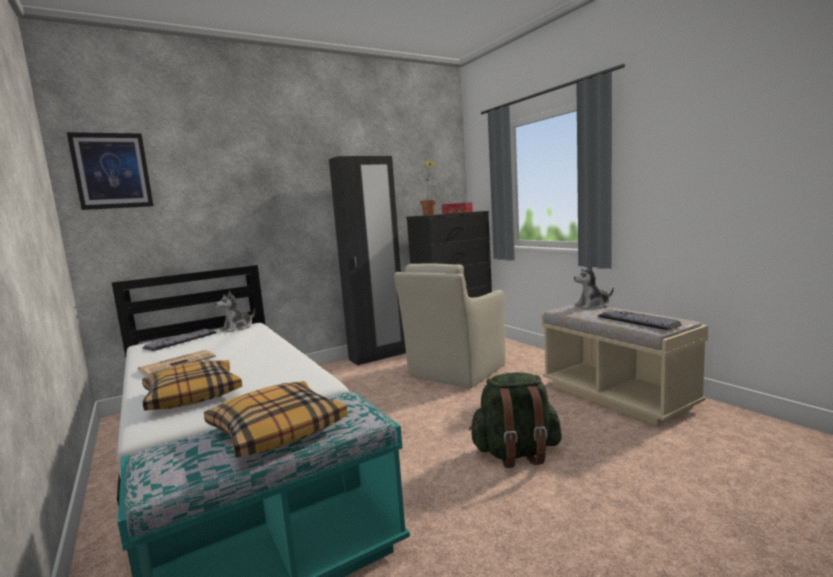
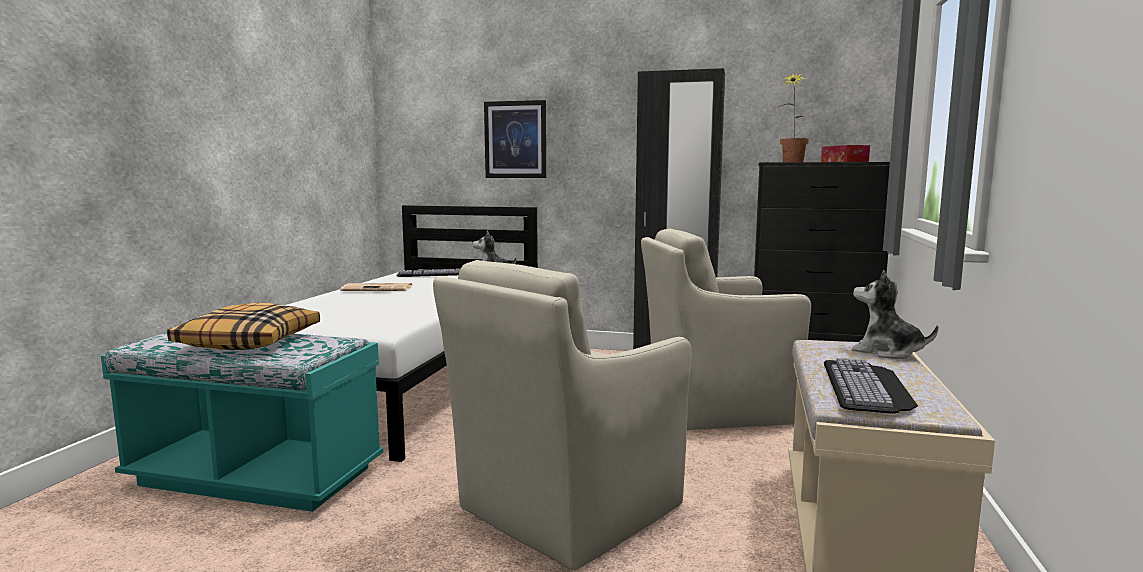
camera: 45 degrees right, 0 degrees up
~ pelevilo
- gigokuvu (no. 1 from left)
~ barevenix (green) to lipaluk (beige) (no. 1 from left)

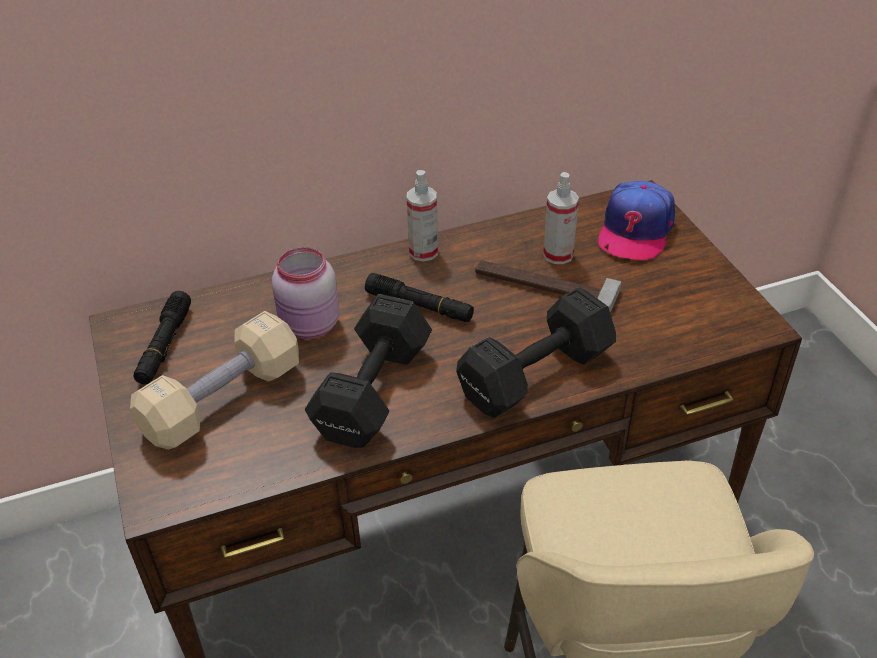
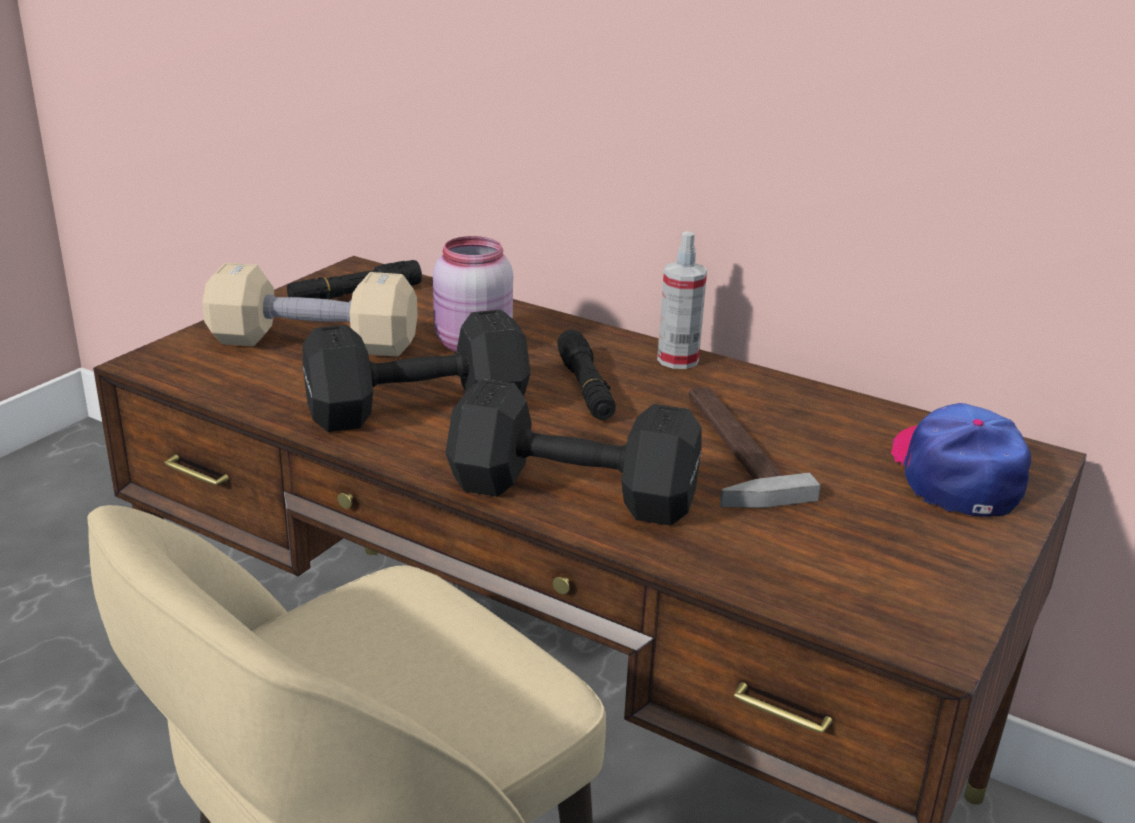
camera: 50 degrees right, 15 degrees down
- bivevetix (no. 2 from left)
~ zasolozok 105 degrees clockwise

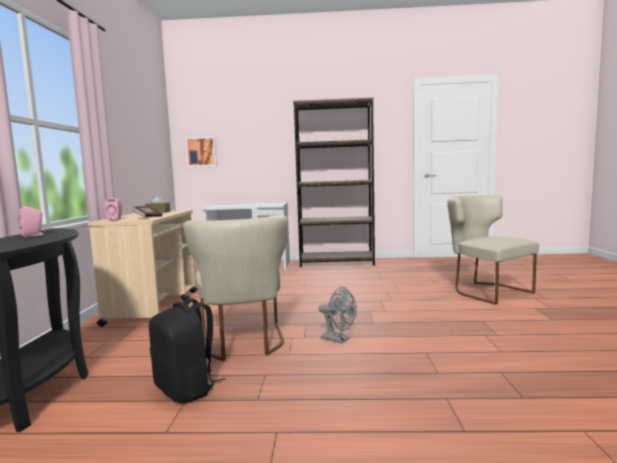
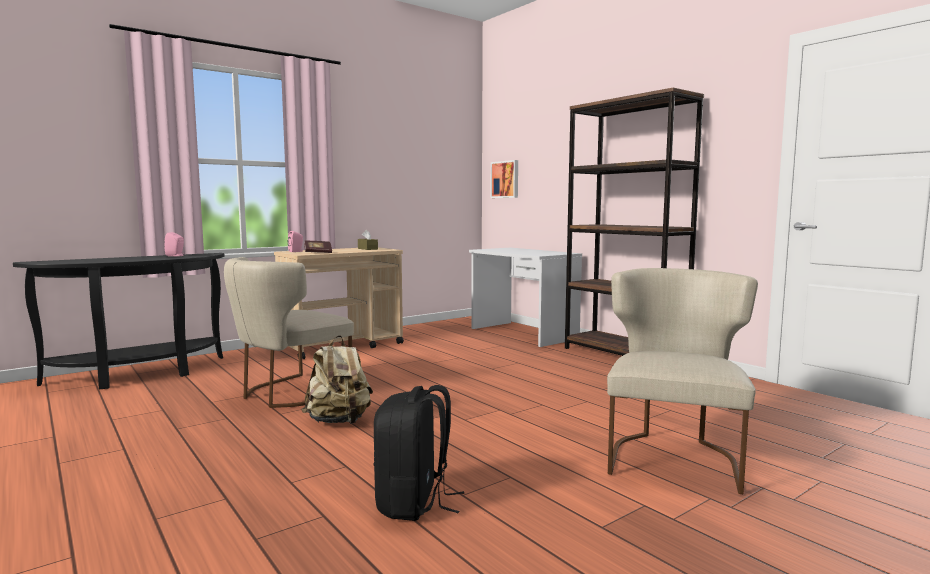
camera: 50 degrees right, 0 degrees up
~ barevenix (black)
~ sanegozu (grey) to barevenix (beige)

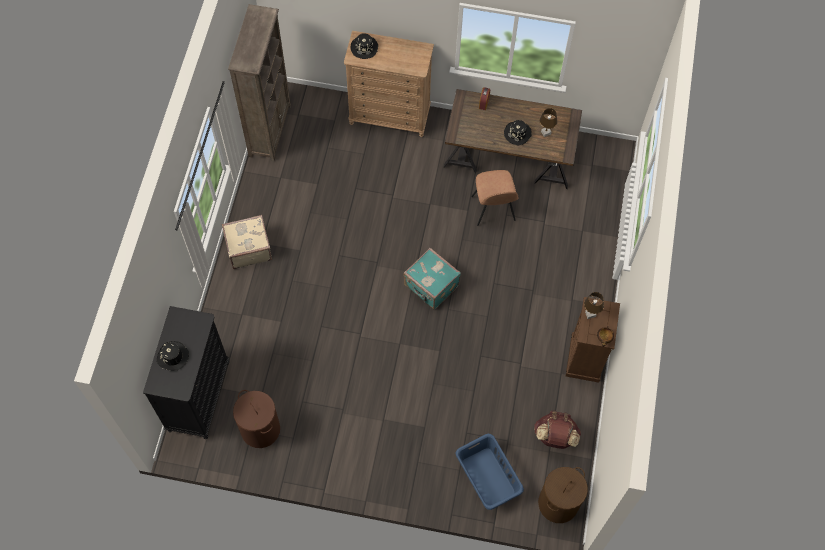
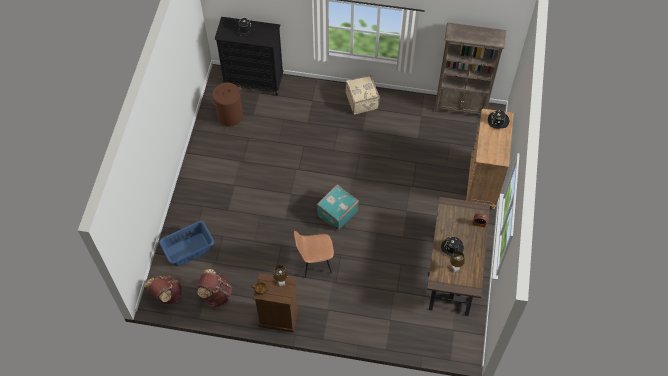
camera: 90 degrees right, 5 degrees down
~ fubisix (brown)
~ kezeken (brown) (no. 2 from left) to barevenix (brown) (no. 1 from left)

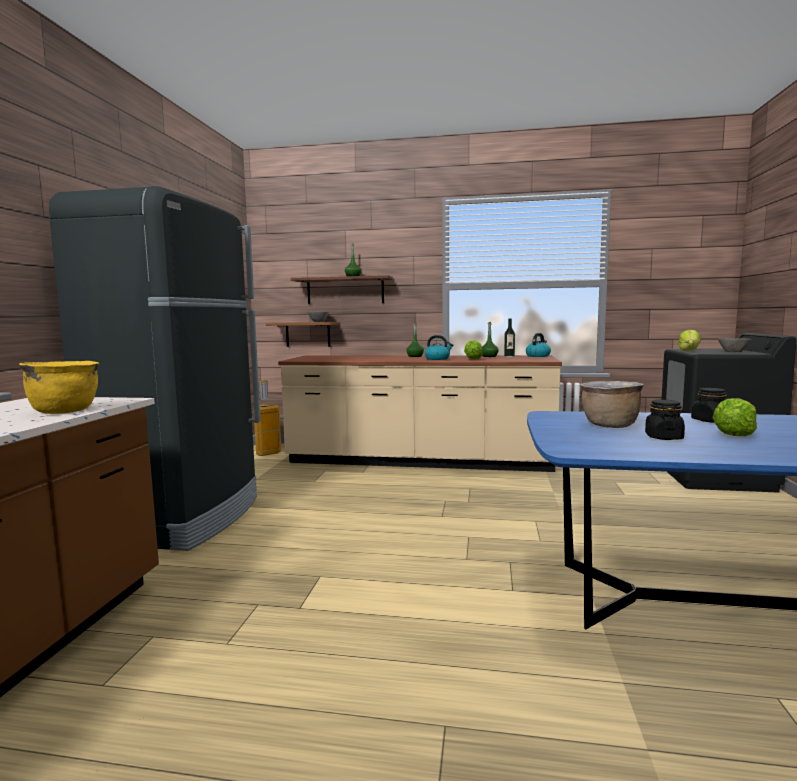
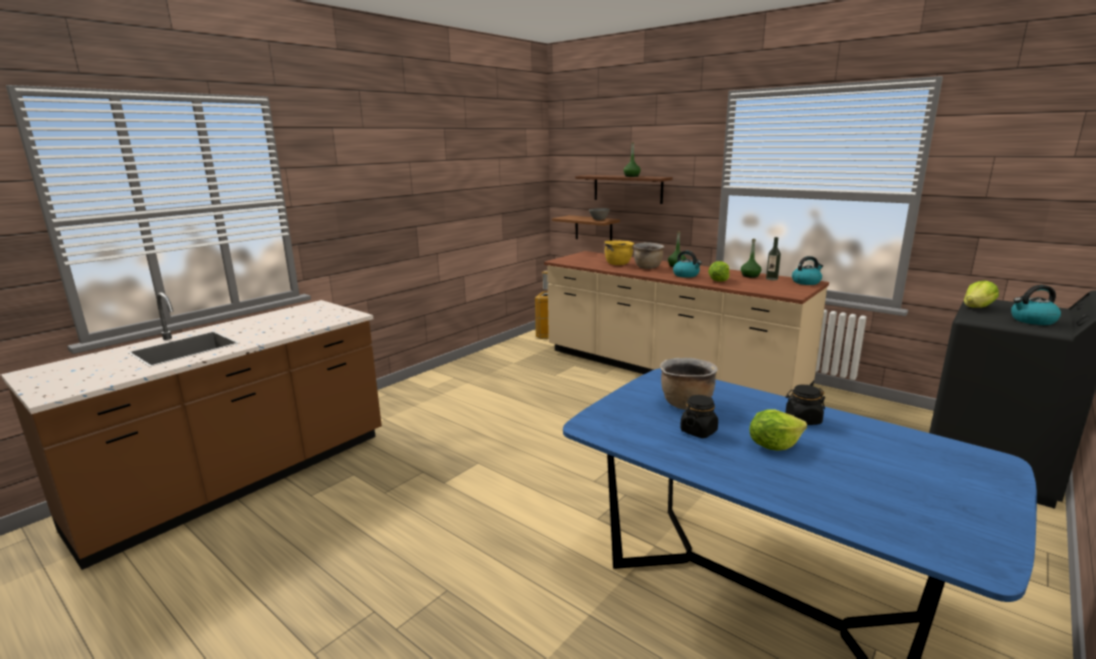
camera: 30 degrees right, 10 degrees up
~ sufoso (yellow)
- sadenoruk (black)
~ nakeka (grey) (no. 2 from left) to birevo (no. 3 from left)
+ sufoso (brown) (no. 1 from left)

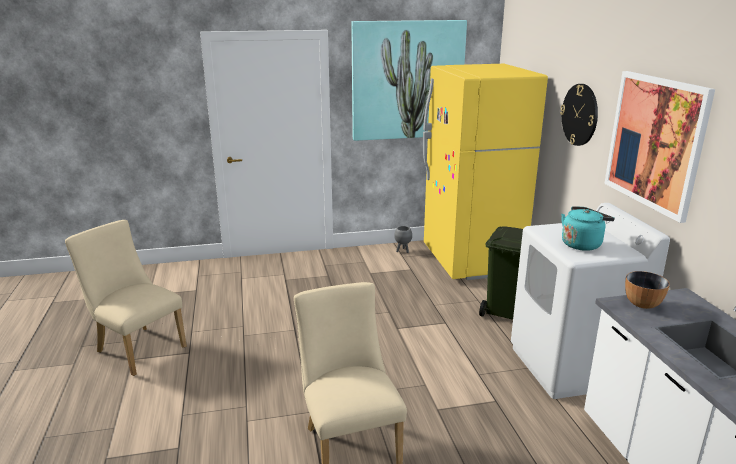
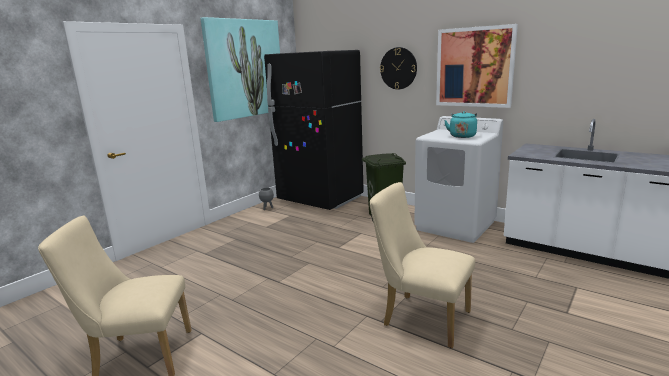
camera: 40 degrees left, 5 degrees down
~ sadenoruk (yellow) to sadenoruk (black)
- nakeka

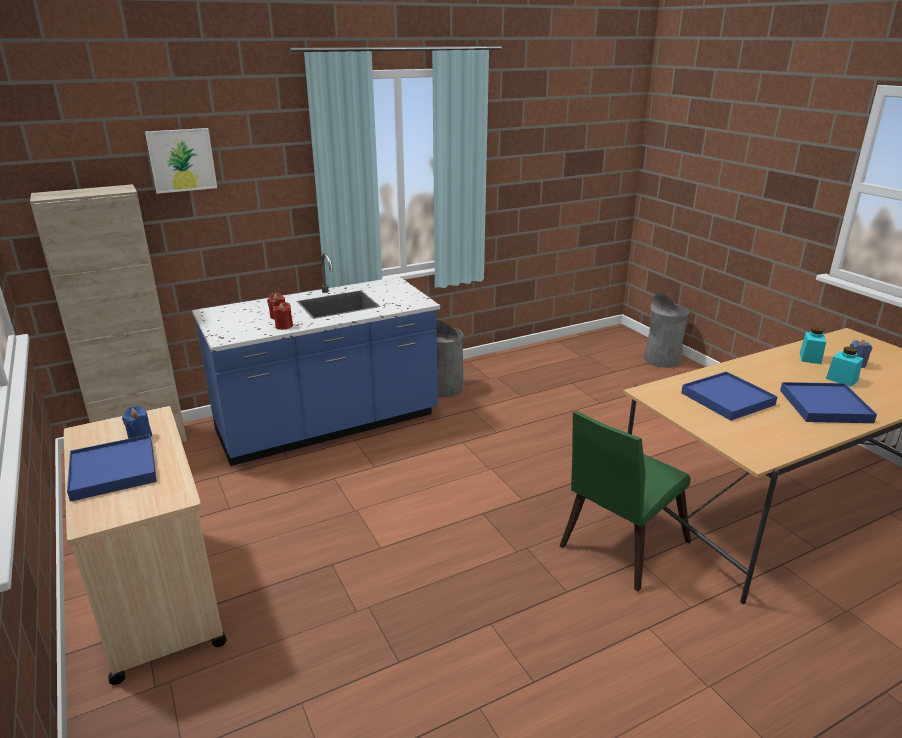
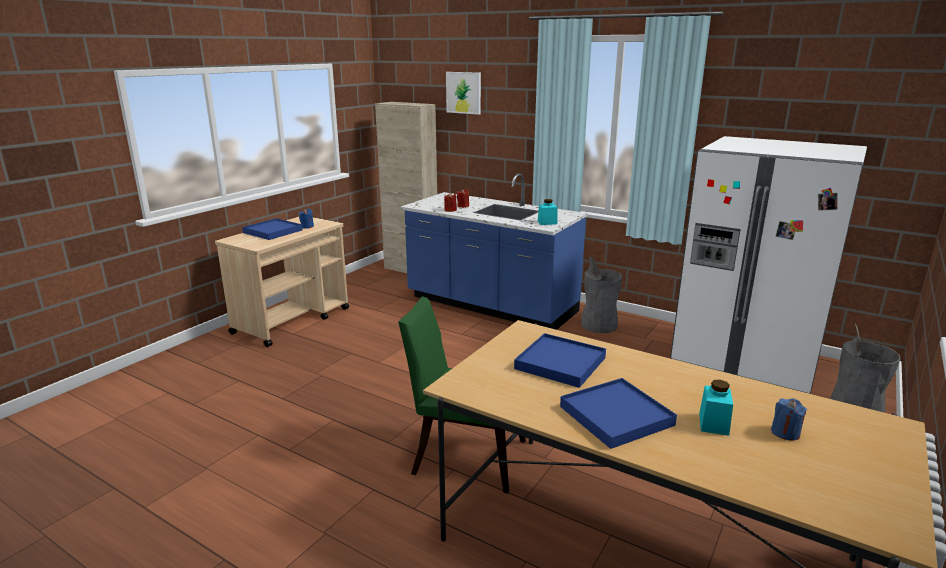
camera: 60 degrees right, 5 degrees down
~ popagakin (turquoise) (no. 1 from left)
+ sadenoruk (white)

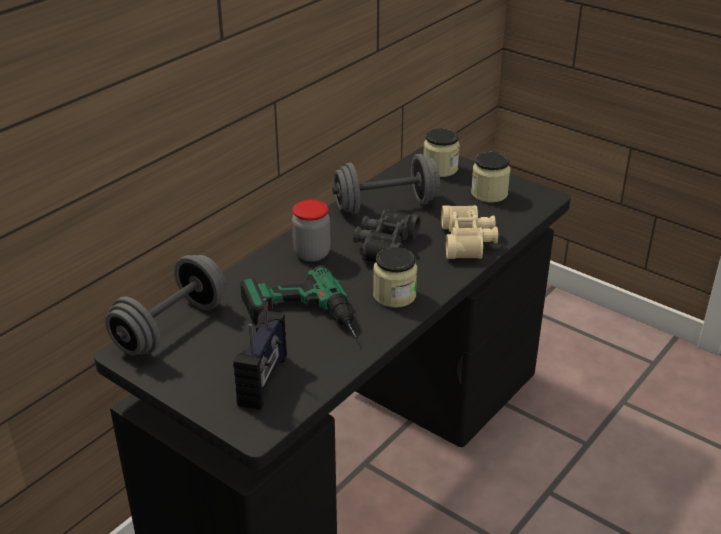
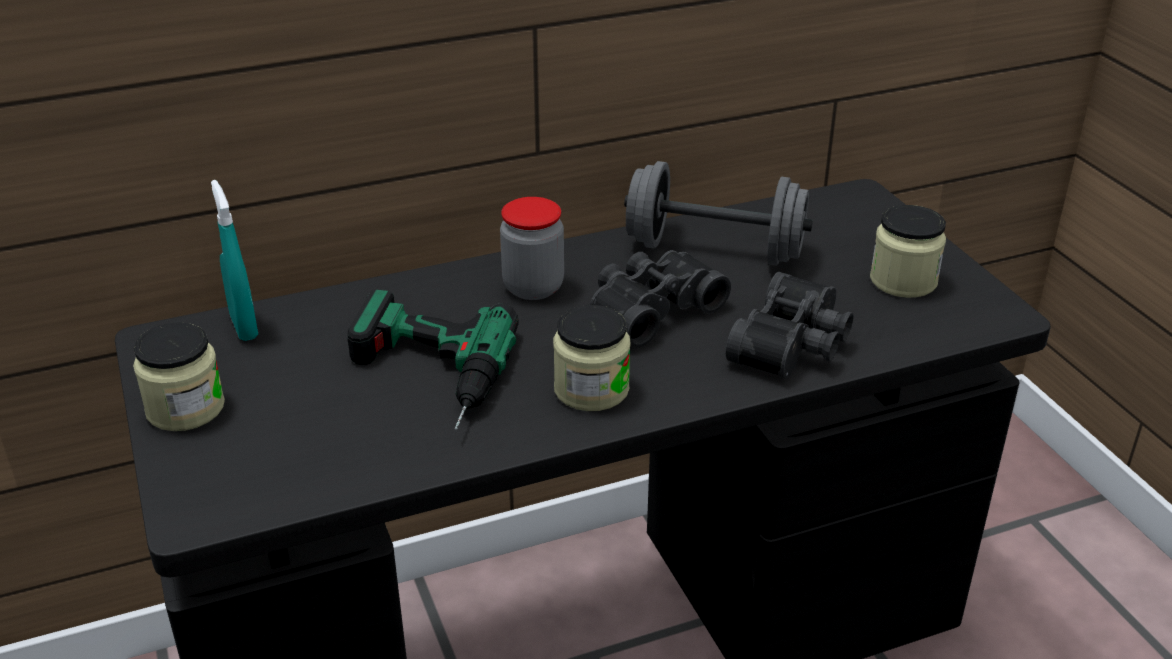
camera: 30 degrees right, 0 degrees up
~ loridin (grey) (no. 1 from left) to bivevetix (turquoise)
- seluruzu
~ popagakin (no. 3 from left in the first image) to popagakin (no. 1 from left)
~ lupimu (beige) to lupimu (black) (no. 2 from left)

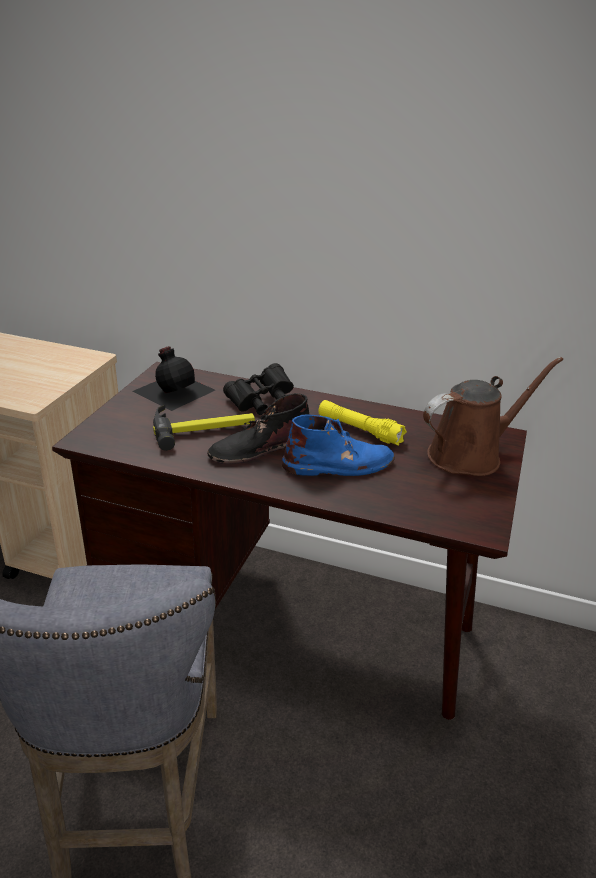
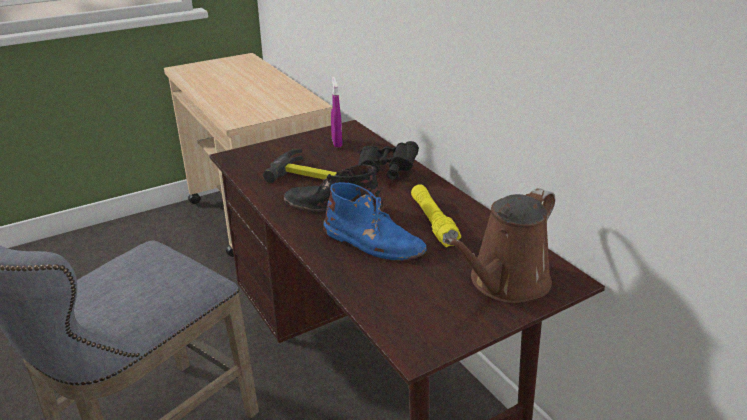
camera: 40 degrees right, 0 degrees up
~ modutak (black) to bivevetix (purple)
~ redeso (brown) 120 degrees clockwise

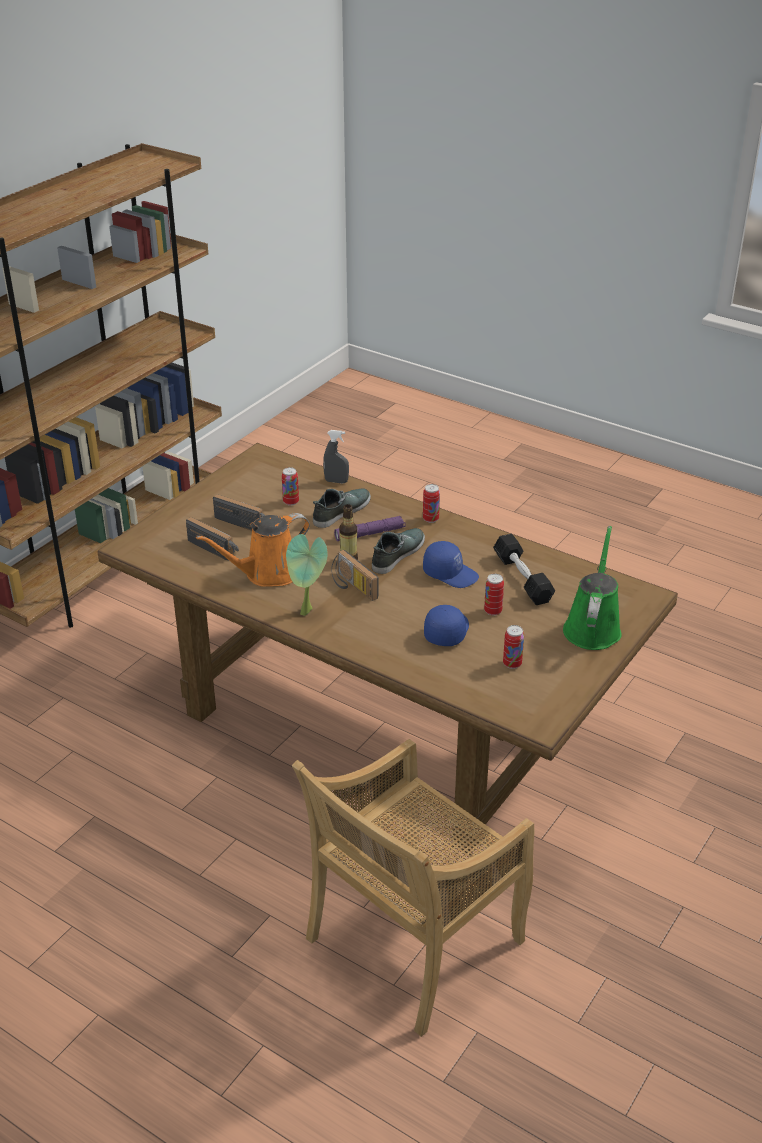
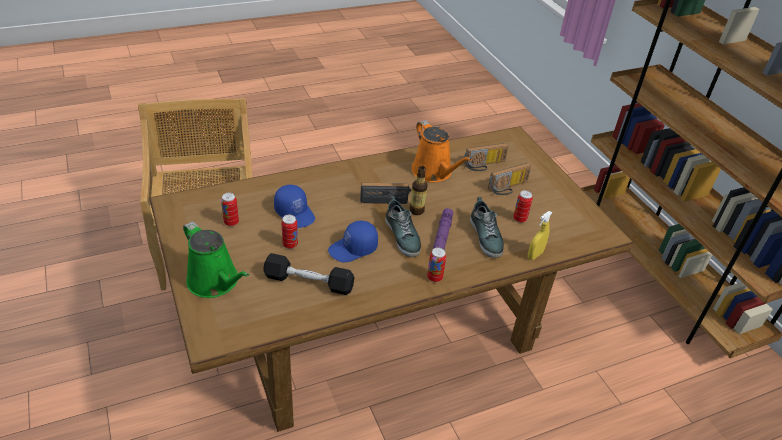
camera: 120 degrees right, 5 degrees up
~ redeso (orange) 150 degrees clockwise
- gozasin
~ bivevetix (grey) to bivevetix (yellow)

